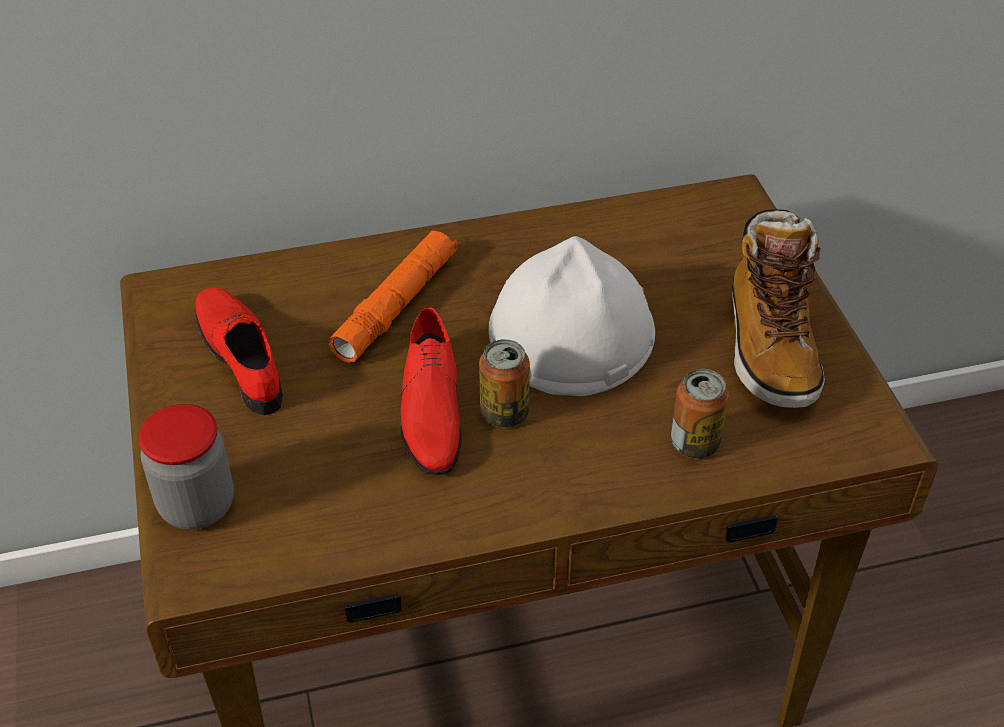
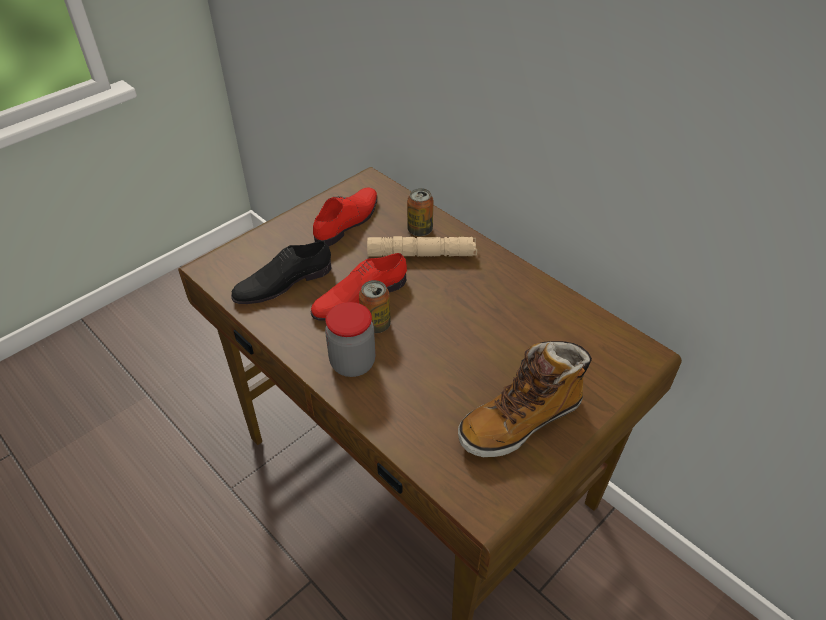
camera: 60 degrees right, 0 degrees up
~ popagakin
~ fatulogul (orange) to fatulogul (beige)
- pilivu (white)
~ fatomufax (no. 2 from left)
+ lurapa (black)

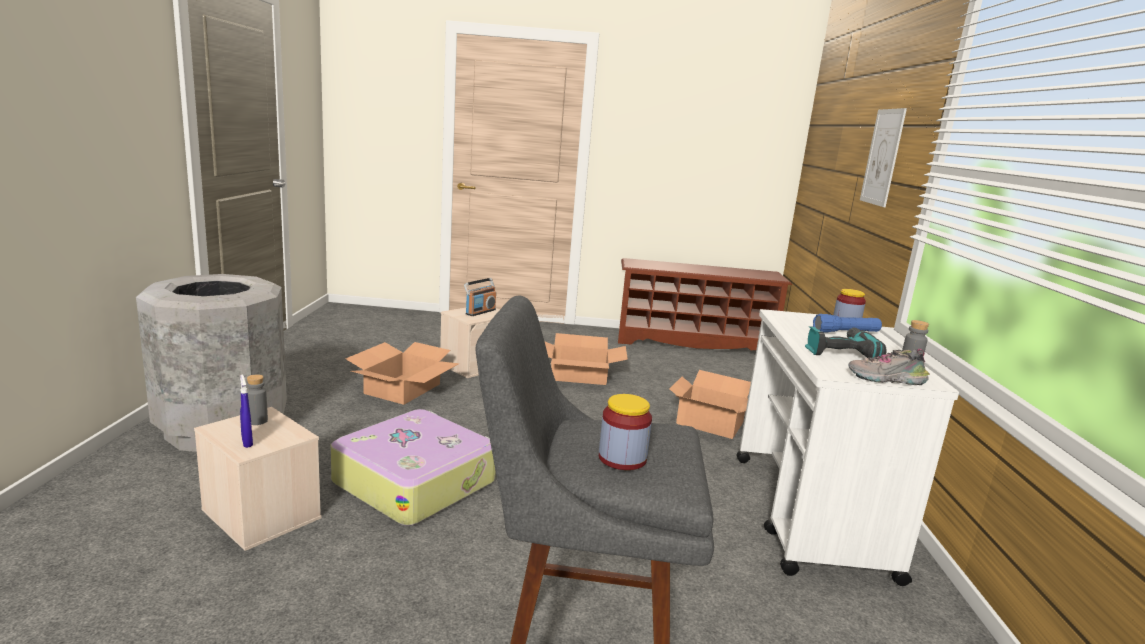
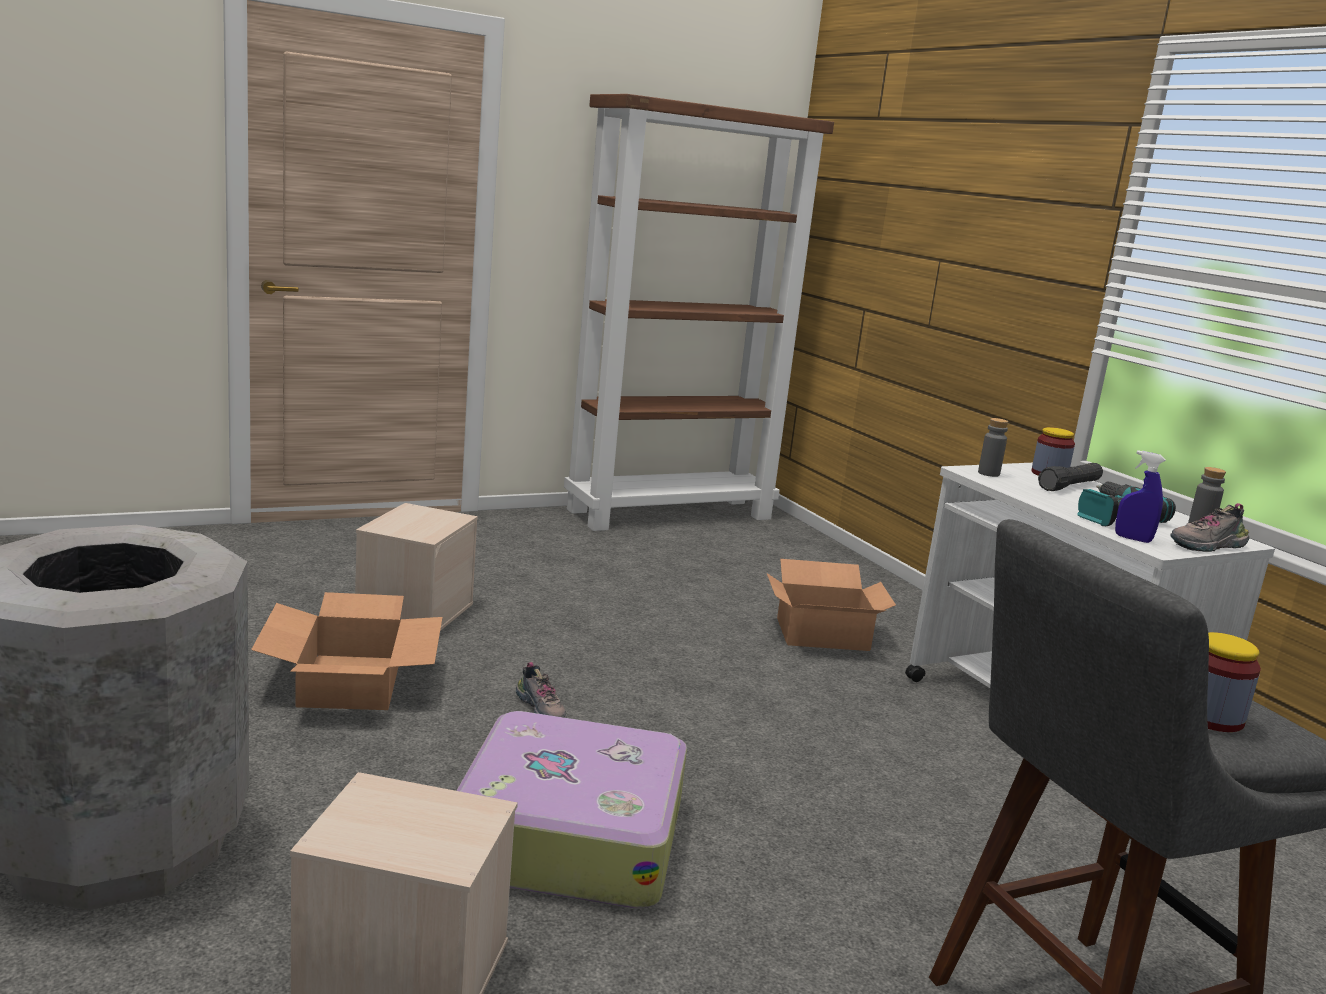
camera: 30 degrees left, 0 degrees up
~ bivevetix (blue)
~ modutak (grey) (no. 1 from left)
- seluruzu
- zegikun (no. 2 from left)
~ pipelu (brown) to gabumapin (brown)
~ fatulogul (blue) to fatulogul (black)
- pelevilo
+ lurapa (no. 1 from left)

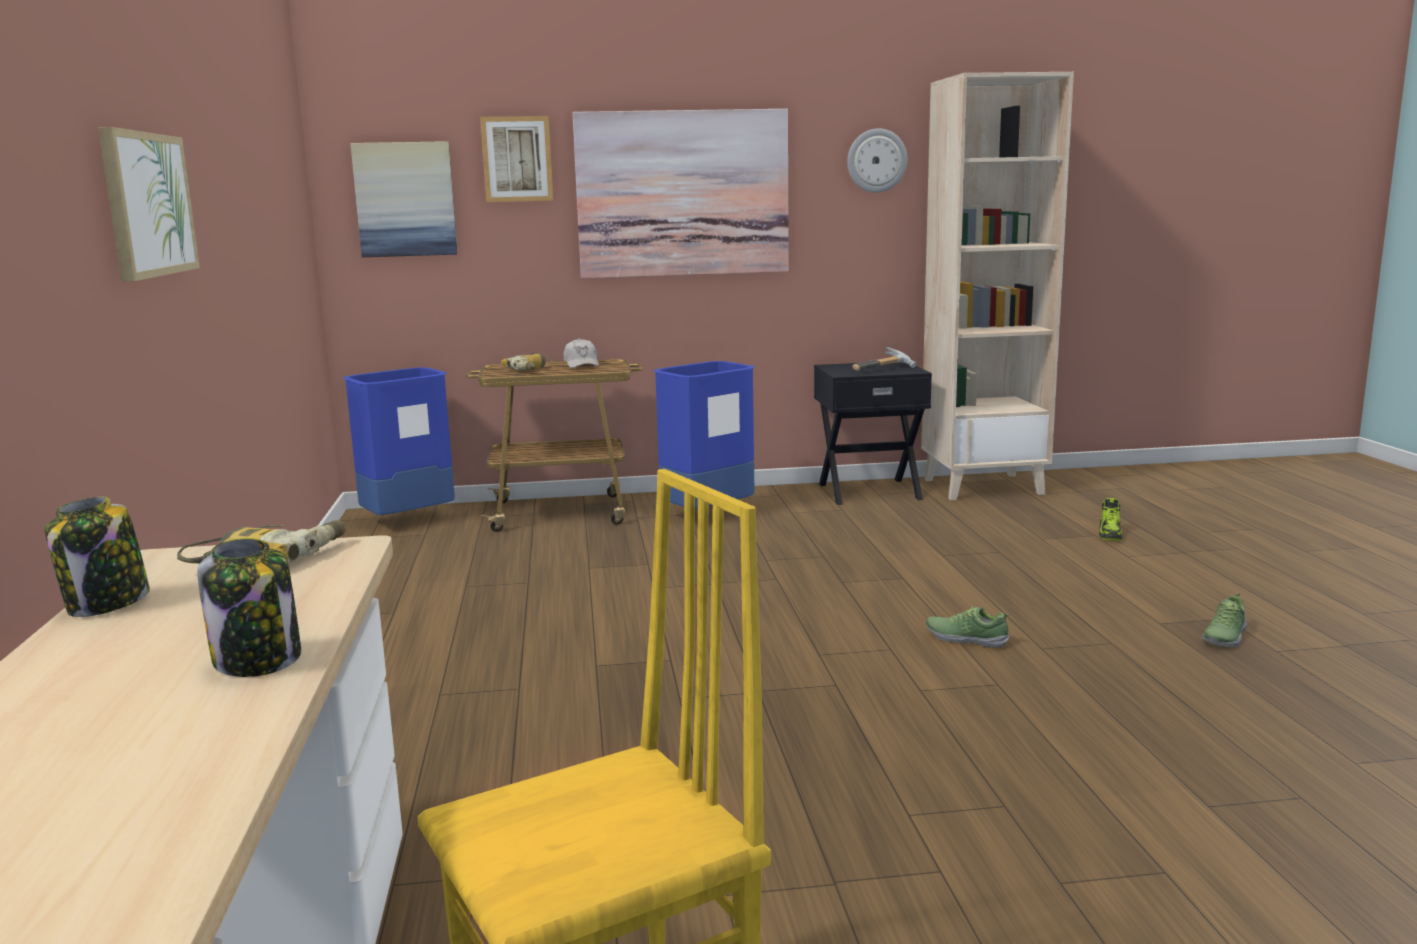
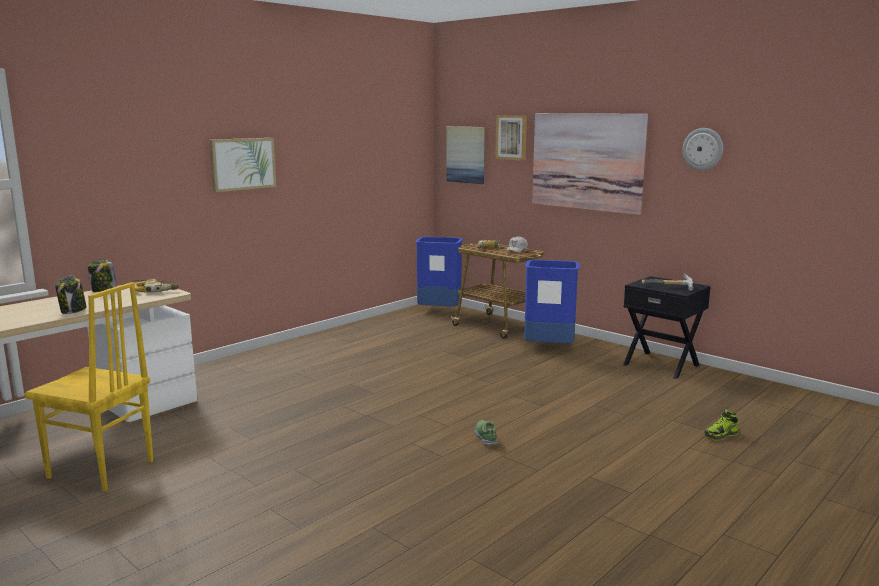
camera: 50 degrees right, 0 degrees up
- gabumapin (beige)
- lurapa (no. 3 from left)

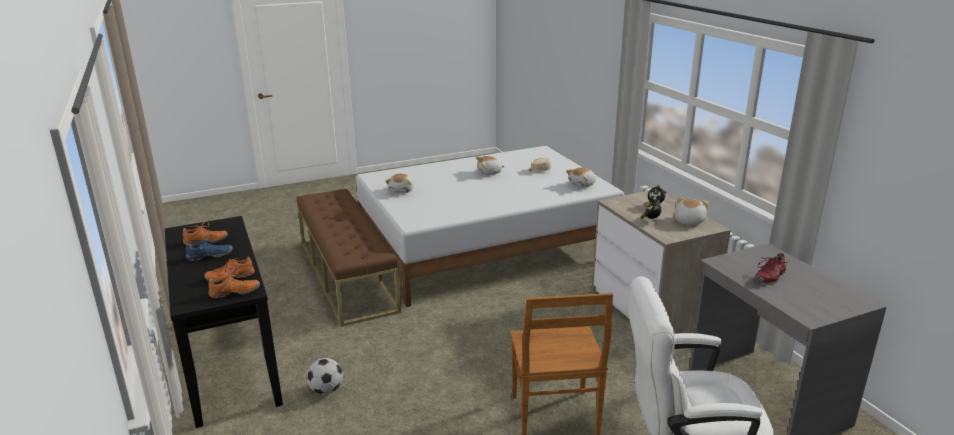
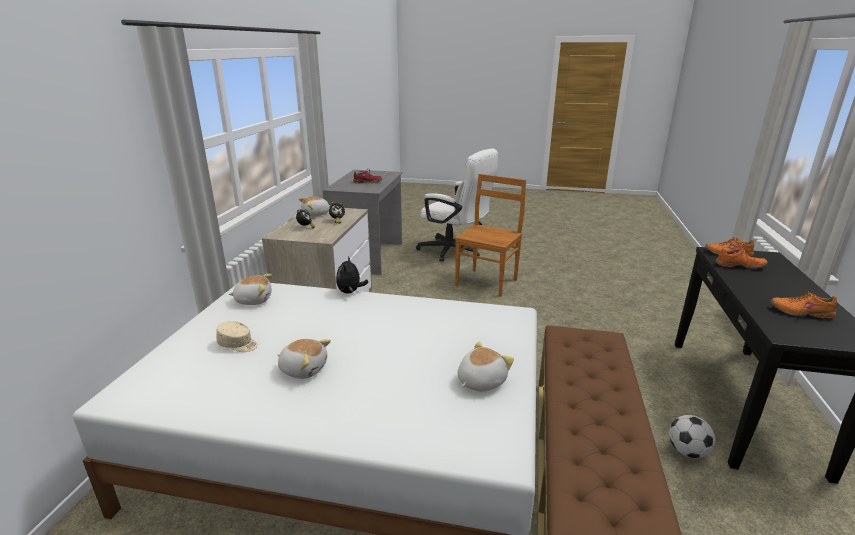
camera: 145 degrees left, 0 degrees up
- lurapa (blue)
~ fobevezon
+ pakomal (no. 4 from left)

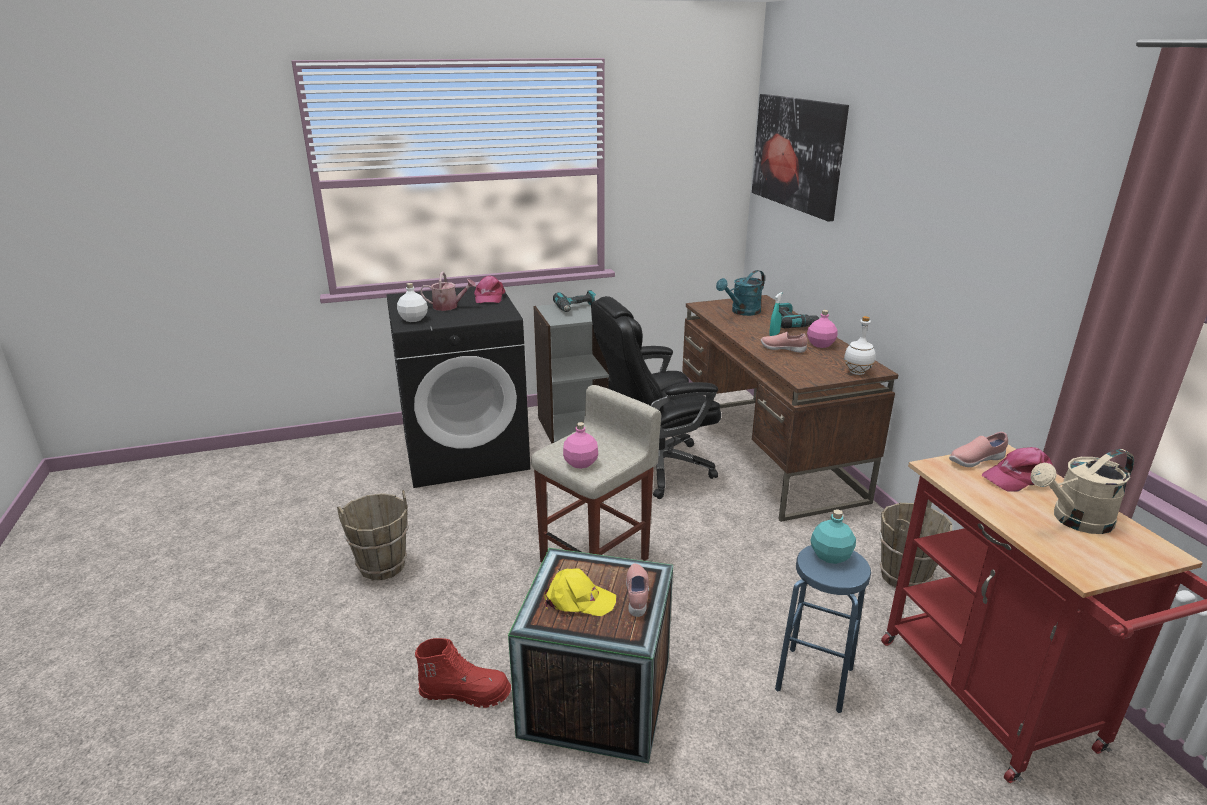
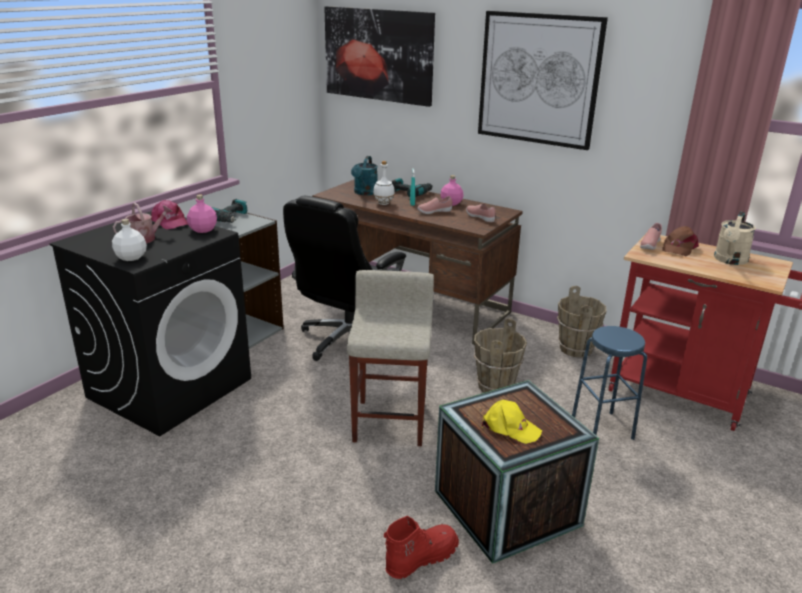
camera: 40 degrees left, 0 degrees up
~ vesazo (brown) (no. 1 from left)
~ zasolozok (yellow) 60 degrees clockwise
~ modutak (pink) (no. 1 from left)
~ lurapa (pink) (no. 1 from left in the first image) to lurapa (pink) (no. 2 from left)
- modutak (turquoise)
~ modutak (white) (no. 2 from left)
~ zasolozok (pink) (no. 2 from left) to zasolozok (brown)
+ pelevilo (no. 2 from left)

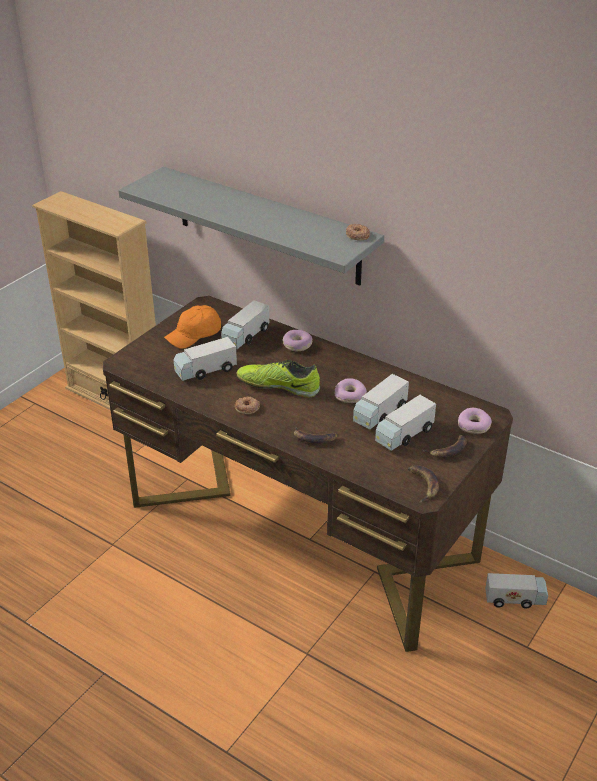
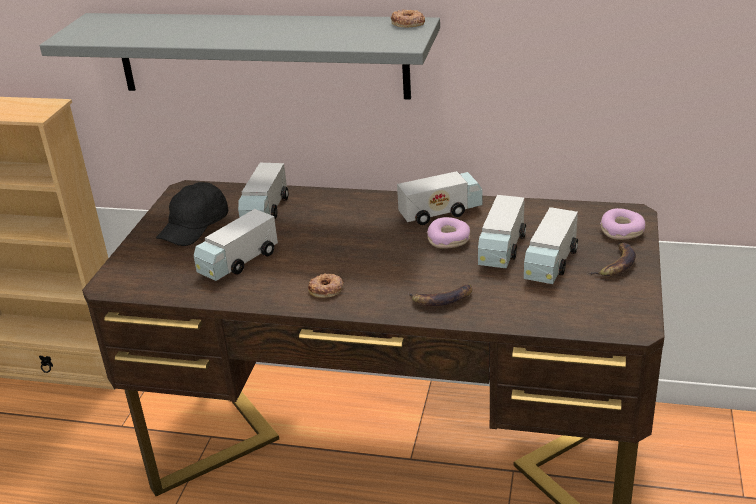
camera: 20 degrees left, 5 degrees down
~ zasolozok (orange) to zasolozok (black)
- lurapa
- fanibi (no. 2 from left)
- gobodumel (no. 2 from left)
~ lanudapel (no. 5 from left in the first image) to lanudapel (no. 3 from left)

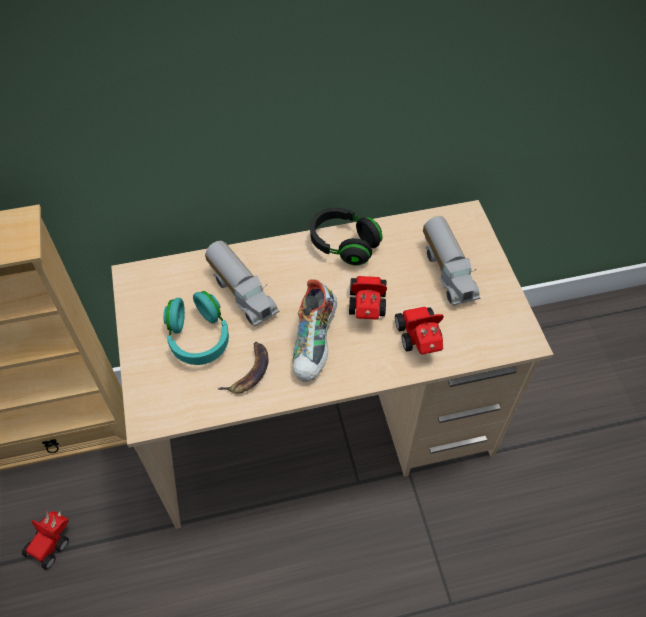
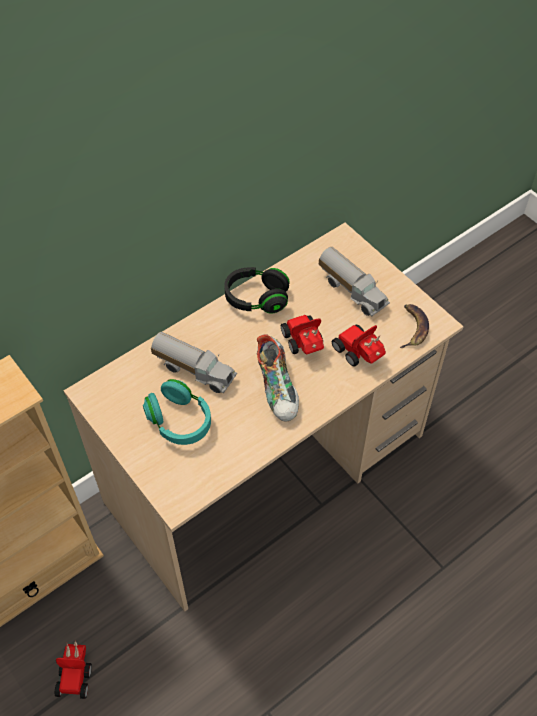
camera: 25 degrees left, 0 degrees up
~ gobodumel

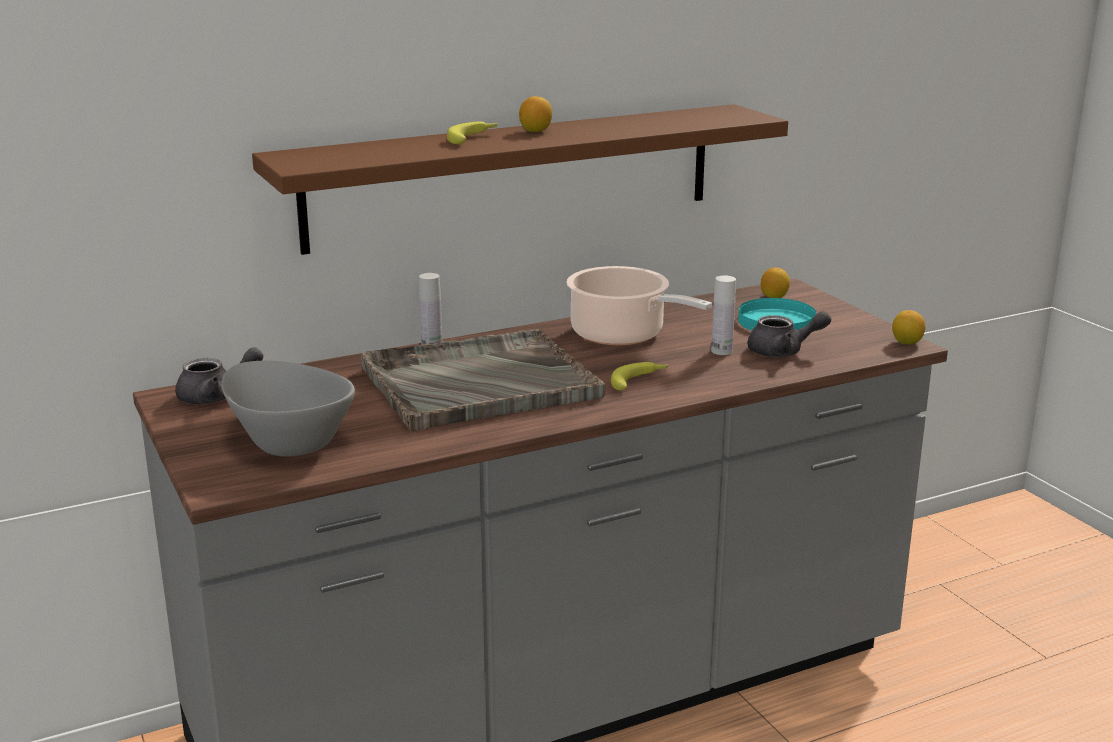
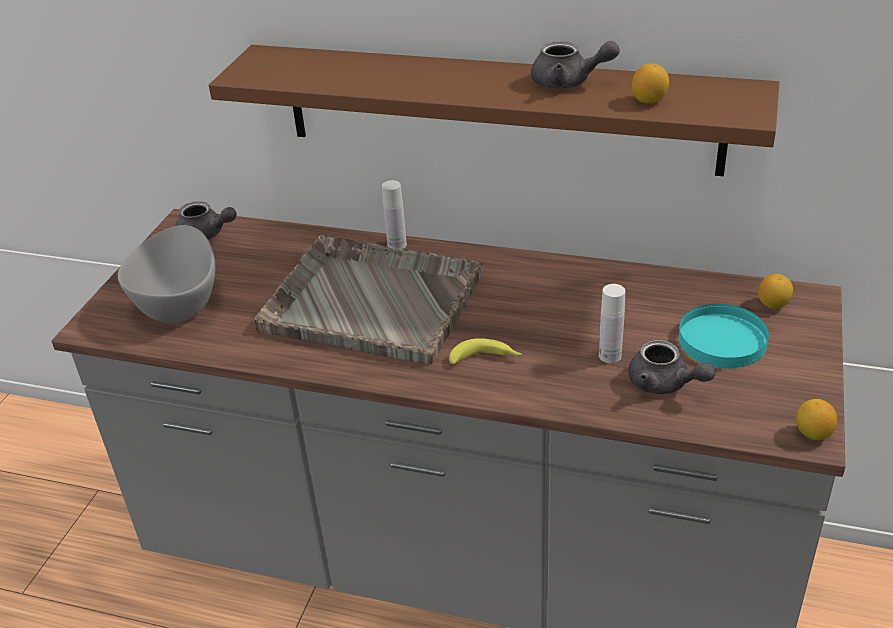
camera: 45 degrees right, 15 degrees up
- gobodumel (no. 1 from left)
~ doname (no. 1 from left)
- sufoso
+ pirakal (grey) (no. 2 from left)

